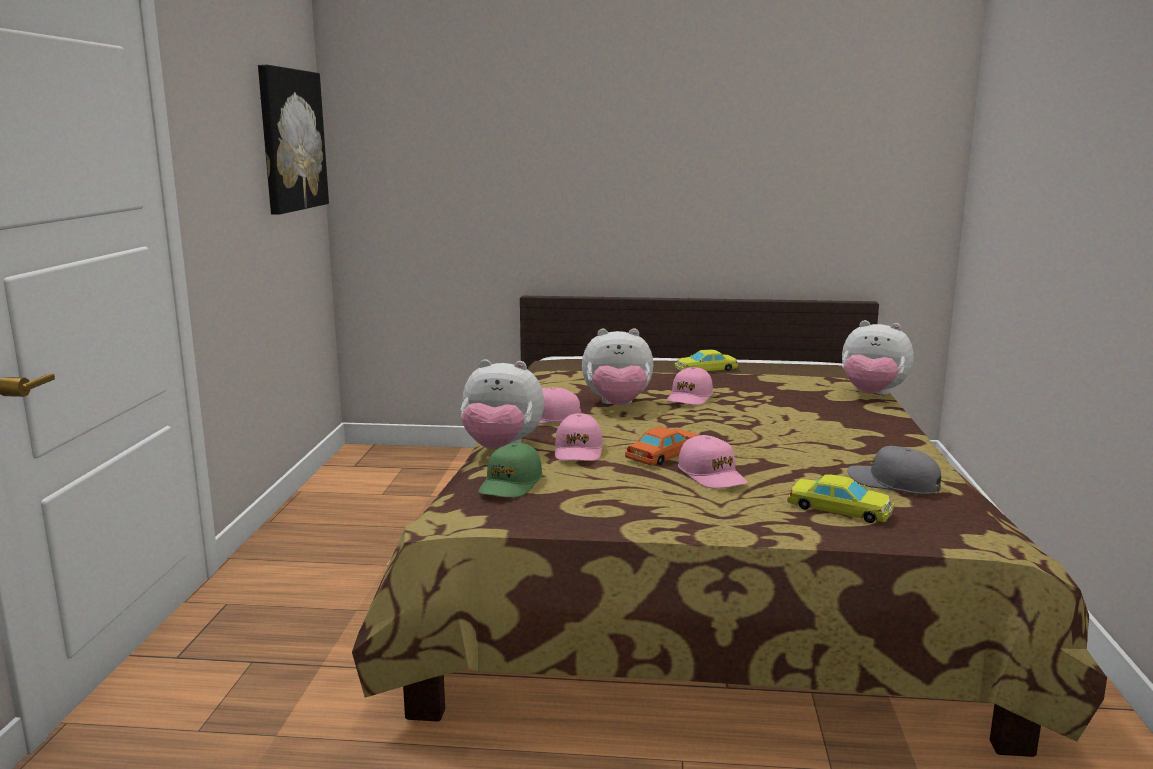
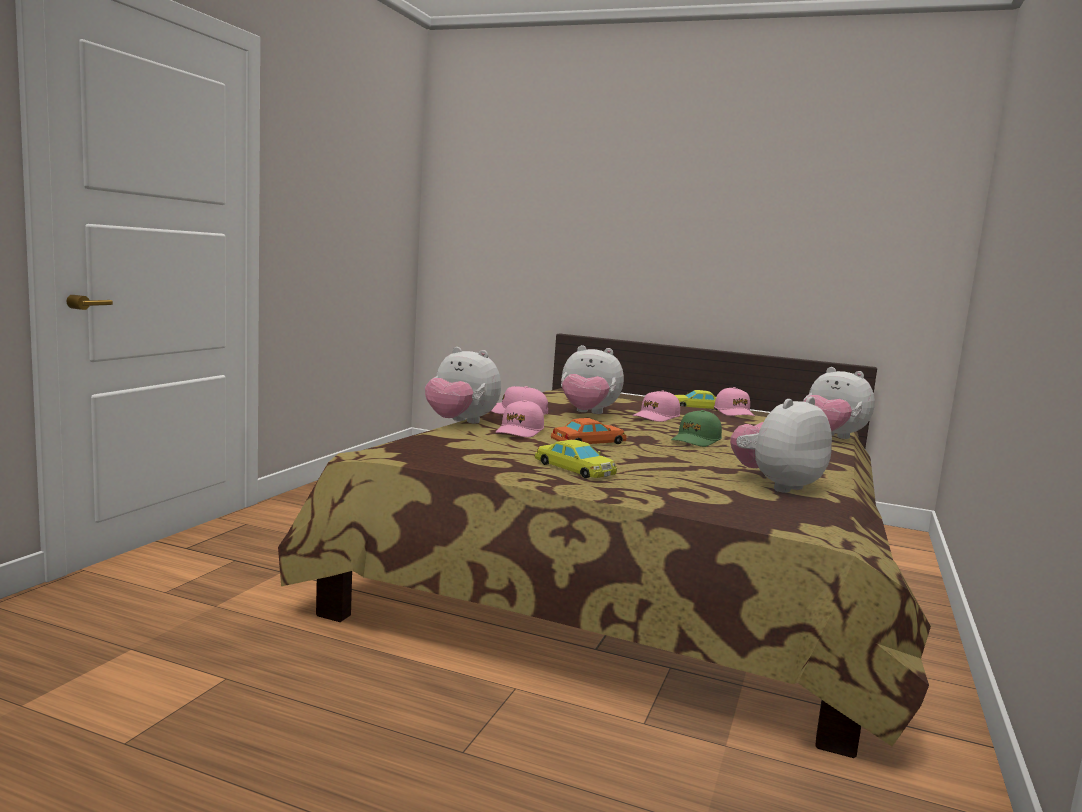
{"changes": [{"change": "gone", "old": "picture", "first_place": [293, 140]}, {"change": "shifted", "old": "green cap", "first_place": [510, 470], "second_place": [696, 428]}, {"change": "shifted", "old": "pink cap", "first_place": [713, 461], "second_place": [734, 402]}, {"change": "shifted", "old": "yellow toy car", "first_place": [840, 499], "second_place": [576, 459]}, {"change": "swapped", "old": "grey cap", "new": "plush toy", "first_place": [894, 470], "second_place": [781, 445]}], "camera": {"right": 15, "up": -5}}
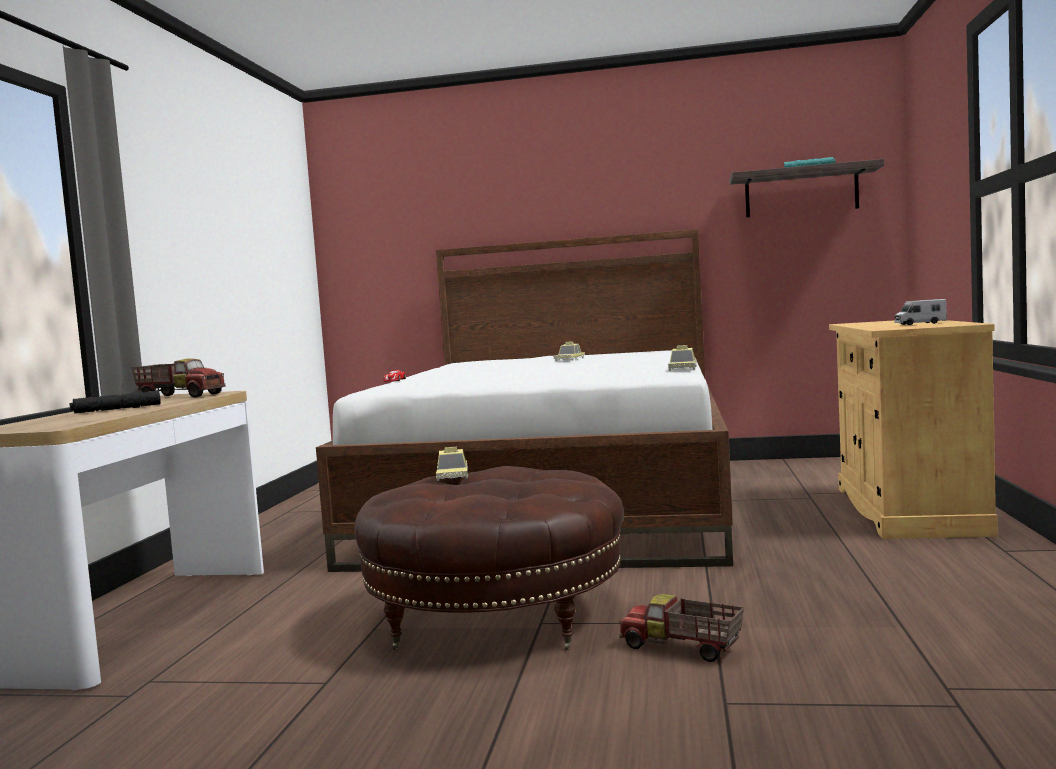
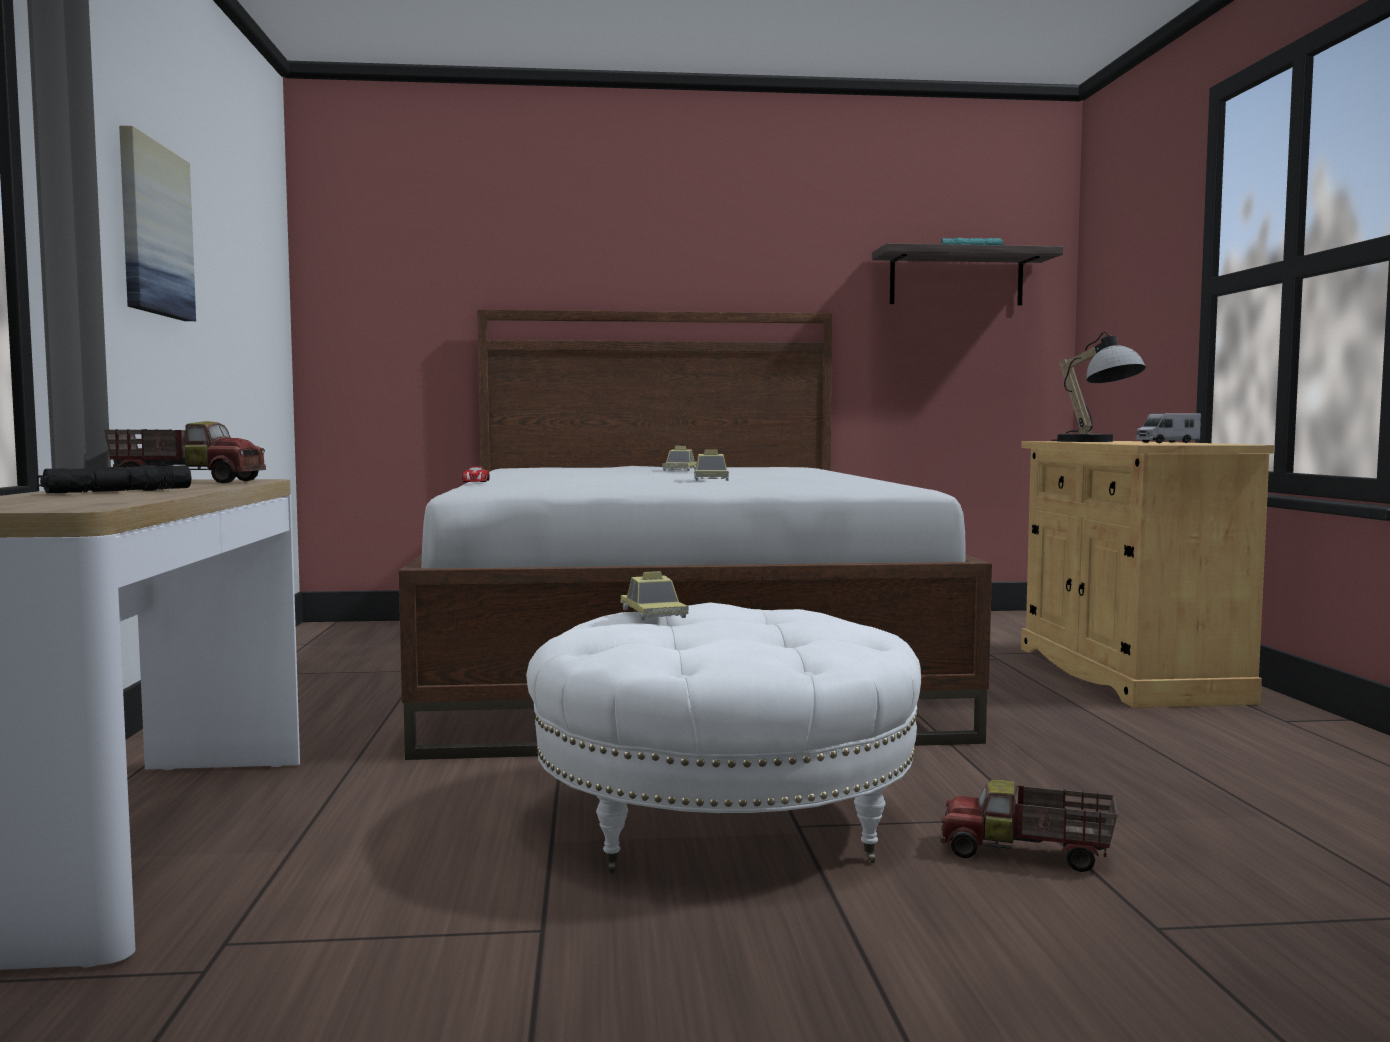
{"changes": [{"change": "repainted", "old": "brown ottoman", "new": "white ottoman", "first_place": [489, 558], "second_place": [723, 737]}, {"change": "shifted", "old": "toy car", "first_place": [682, 358], "second_place": [711, 465]}, {"change": "new", "new": "picture", "second_place": [157, 223]}, {"change": "new", "new": "table lamp", "second_place": [1099, 387]}], "camera": {"right": -15, "up": 0}}
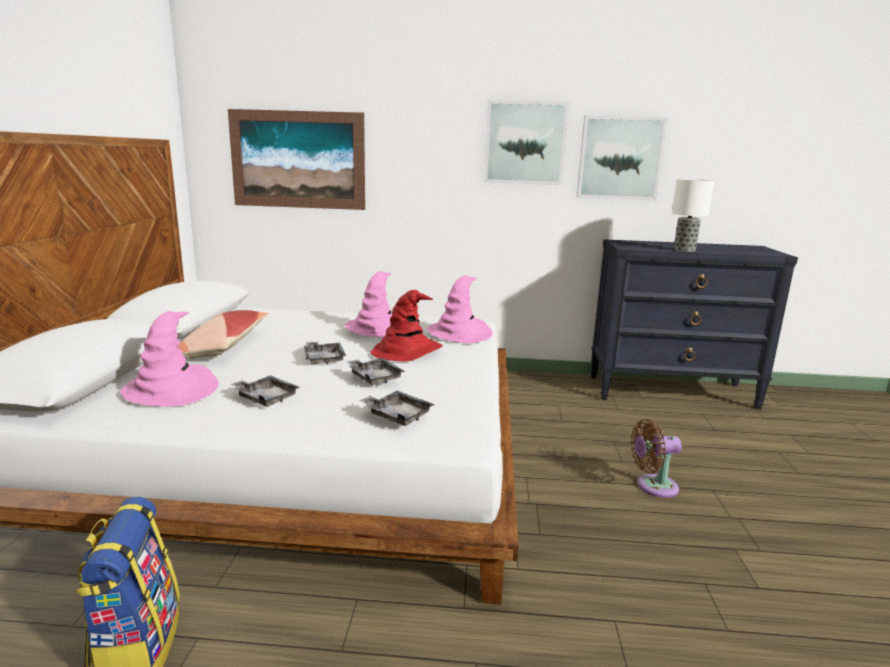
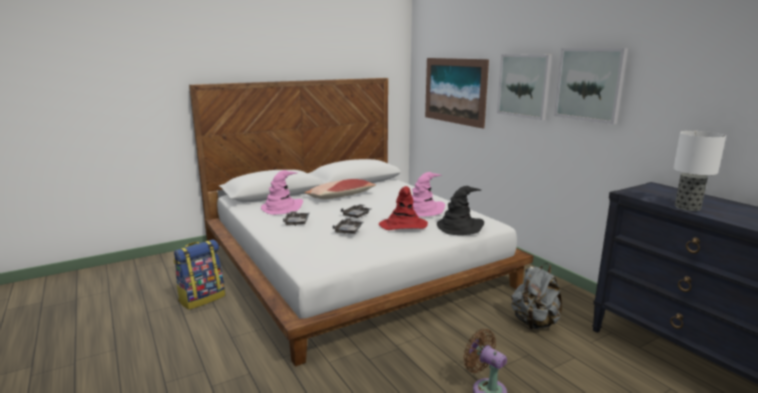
{"changes": [{"change": "gone", "old": "grey tray", "first_place": [397, 408]}, {"change": "repainted", "old": "pink hat", "new": "black hat", "first_place": [460, 309], "second_place": [460, 210]}, {"change": "shifted", "old": "picture", "first_place": [622, 157], "second_place": [524, 87]}, {"change": "new", "new": "grey backpack", "second_place": [536, 296]}], "camera": {"right": 55, "up": 0}}
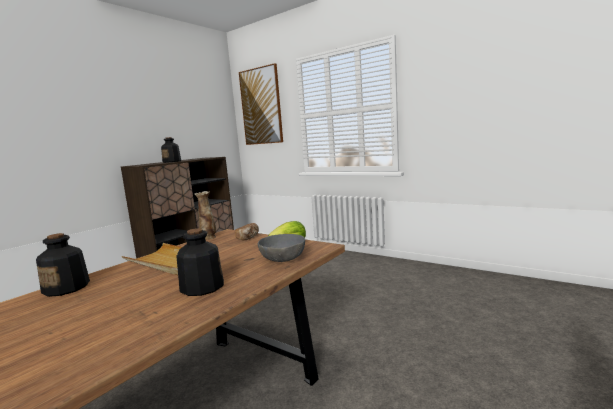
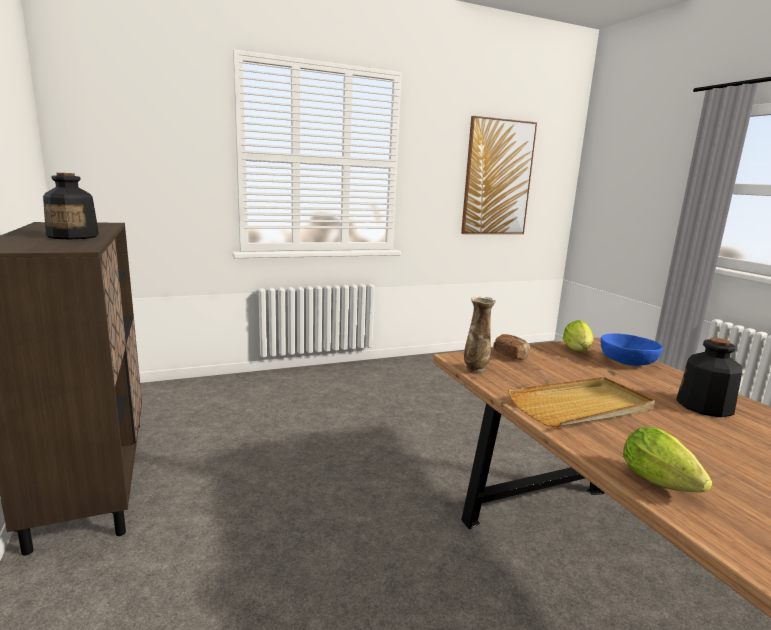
{"changes": [{"change": "swapped", "old": "bottle", "new": "lettuce", "first_place": [63, 265], "second_place": [668, 459]}, {"change": "shifted", "old": "picture", "first_place": [261, 104], "second_place": [499, 175]}, {"change": "repainted", "old": "grey bowl", "new": "blue bowl", "first_place": [281, 248], "second_place": [631, 349]}], "camera": {"right": -60, "up": 5}}
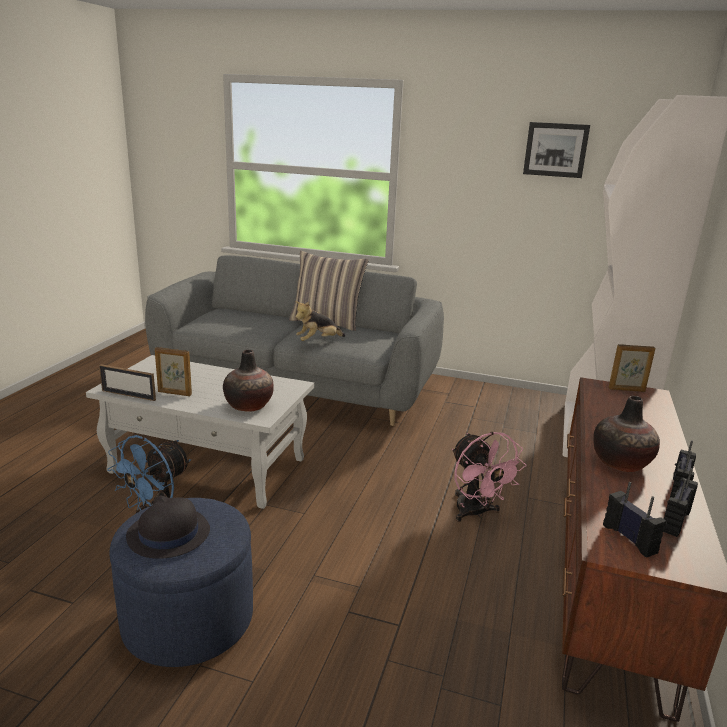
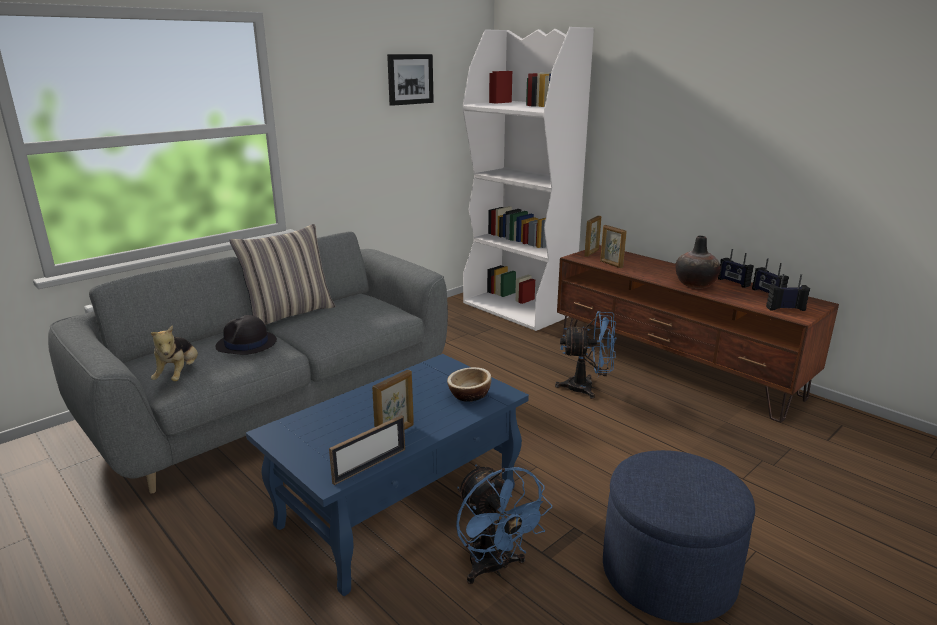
{"changes": [{"change": "repainted", "old": "white coffee table", "new": "blue coffee table", "first_place": [200, 432], "second_place": [387, 475]}, {"change": "shifted", "old": "black hat", "first_place": [168, 527], "second_place": [246, 335]}, {"change": "swapped", "old": "vase", "new": "bowl", "first_place": [248, 381], "second_place": [469, 384]}, {"change": "shifted", "old": "plush toy", "first_place": [320, 321], "second_place": [174, 353]}, {"change": "repainted", "old": "pink fan", "new": "blue fan", "first_place": [489, 477], "second_place": [586, 355]}, {"change": "new", "new": "picture frame", "second_place": [613, 246]}], "camera": {"right": -60, "up": 0}}
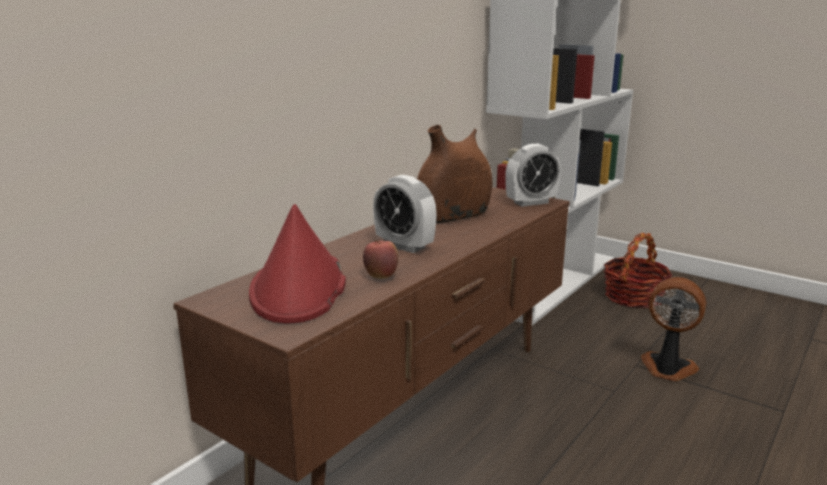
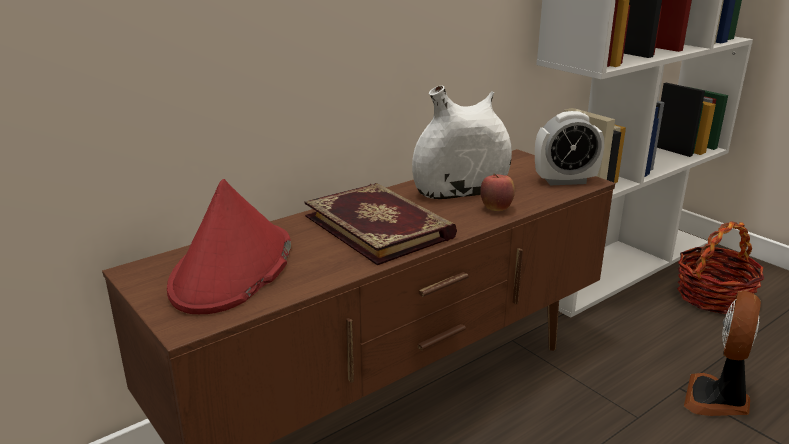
{"changes": [{"change": "shifted", "old": "apple", "first_place": [380, 259], "second_place": [497, 192]}, {"change": "swapped", "old": "alarm clock", "new": "book", "first_place": [405, 214], "second_place": [380, 224]}, {"change": "repainted", "old": "brown vase", "new": "white vase", "first_place": [454, 174], "second_place": [462, 142]}, {"change": "rotated", "old": "fan", "first_place": [673, 329], "second_place": [722, 353], "degrees": -105}], "camera": {"right": 15, "up": 5}}
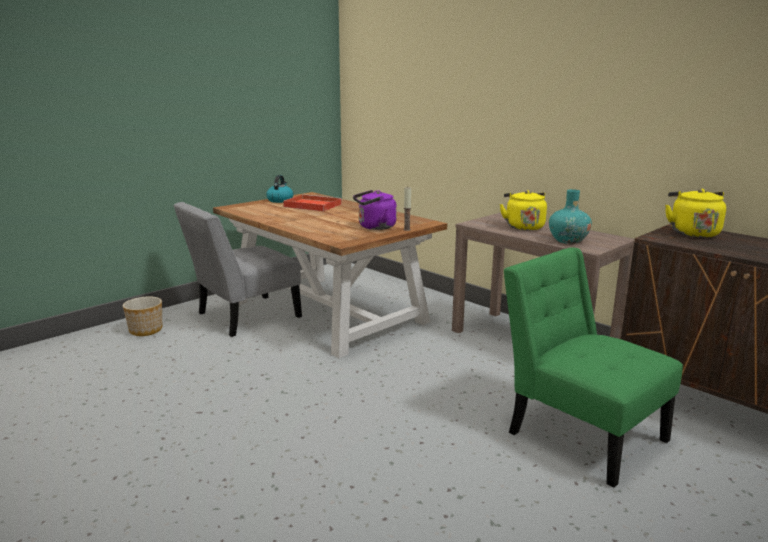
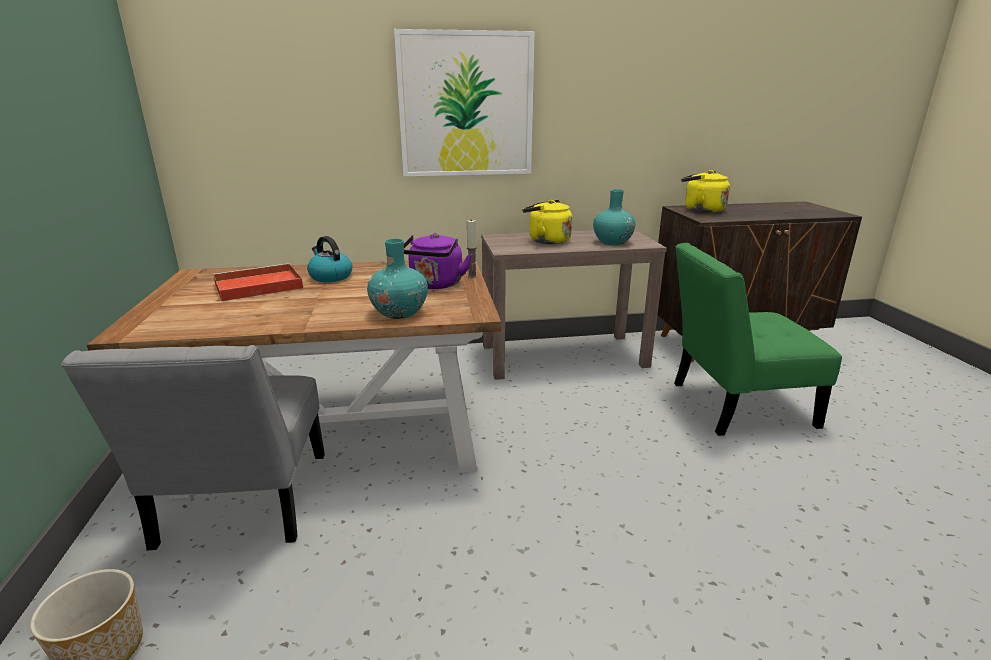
{"changes": [{"change": "shifted", "old": "kettle", "first_place": [279, 189], "second_place": [329, 259]}, {"change": "new", "new": "turquoise vase", "second_place": [397, 279]}, {"change": "new", "new": "picture", "second_place": [464, 102]}], "camera": {"right": -55, "up": 5}}
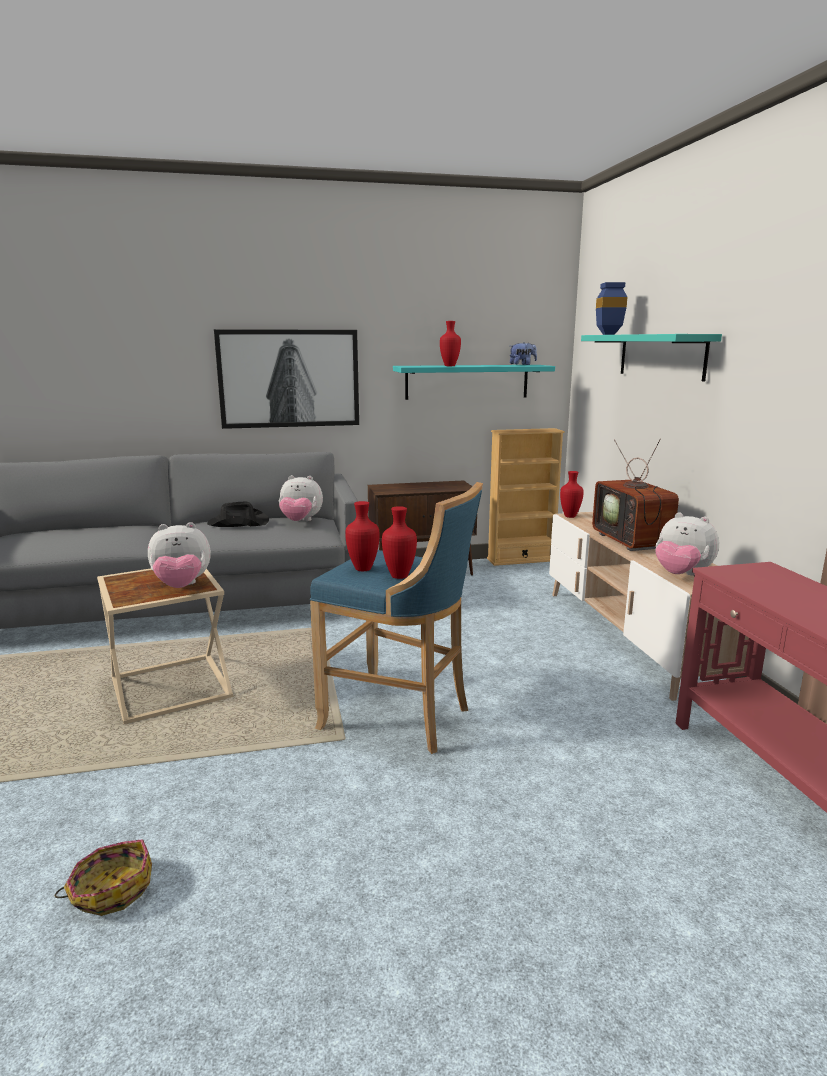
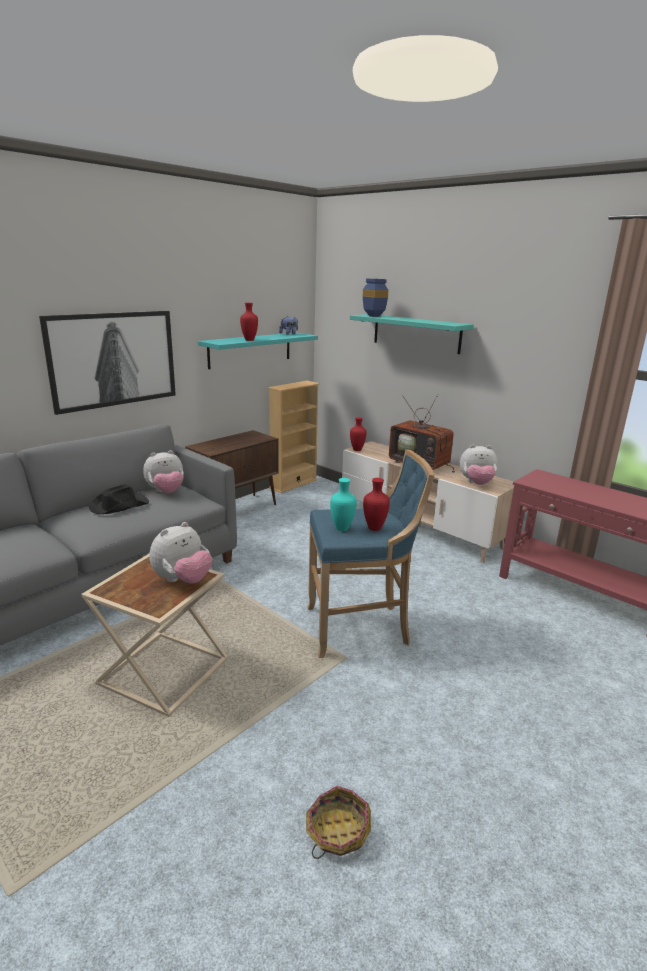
{"changes": [{"change": "repainted", "old": "red vase", "new": "turquoise vase", "first_place": [362, 536], "second_place": [343, 504]}], "camera": {"right": -35, "up": 5}}
